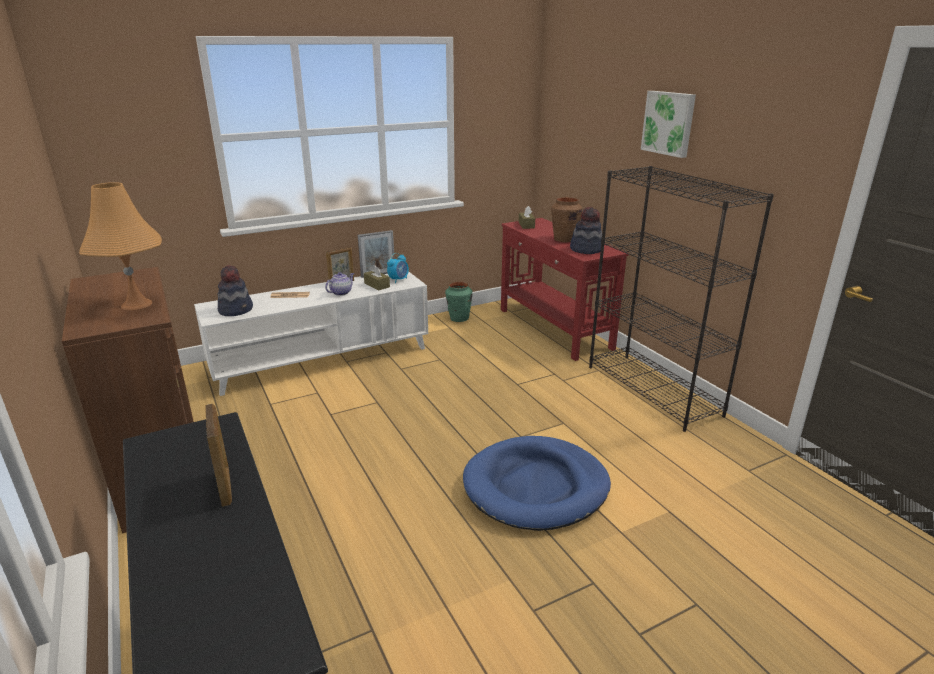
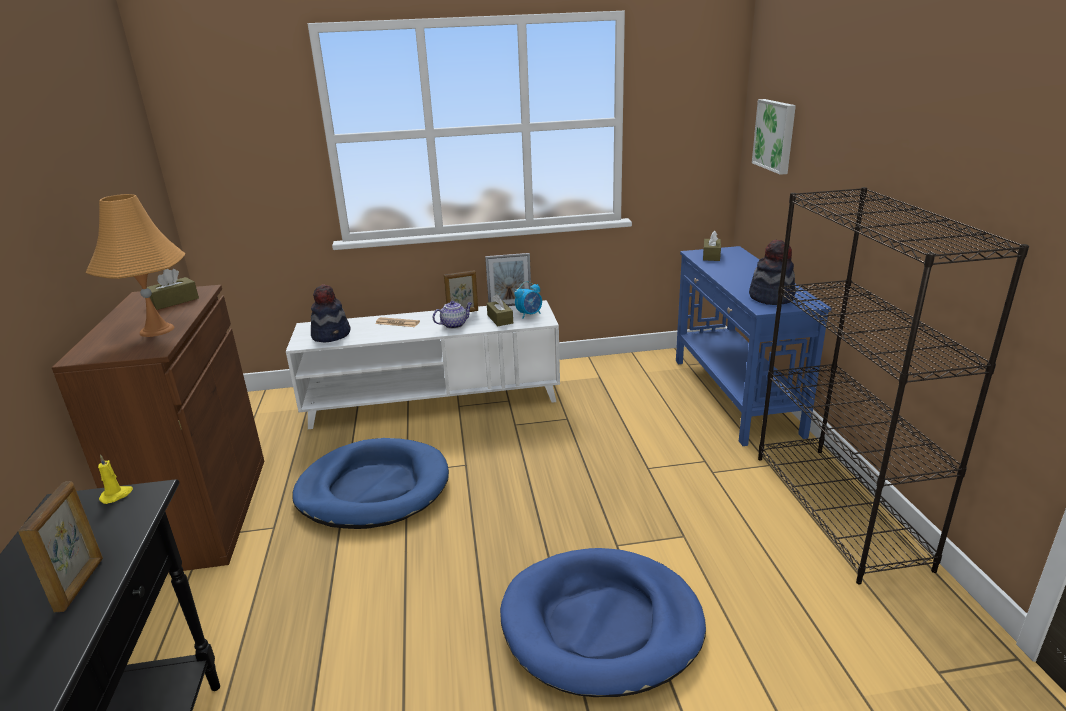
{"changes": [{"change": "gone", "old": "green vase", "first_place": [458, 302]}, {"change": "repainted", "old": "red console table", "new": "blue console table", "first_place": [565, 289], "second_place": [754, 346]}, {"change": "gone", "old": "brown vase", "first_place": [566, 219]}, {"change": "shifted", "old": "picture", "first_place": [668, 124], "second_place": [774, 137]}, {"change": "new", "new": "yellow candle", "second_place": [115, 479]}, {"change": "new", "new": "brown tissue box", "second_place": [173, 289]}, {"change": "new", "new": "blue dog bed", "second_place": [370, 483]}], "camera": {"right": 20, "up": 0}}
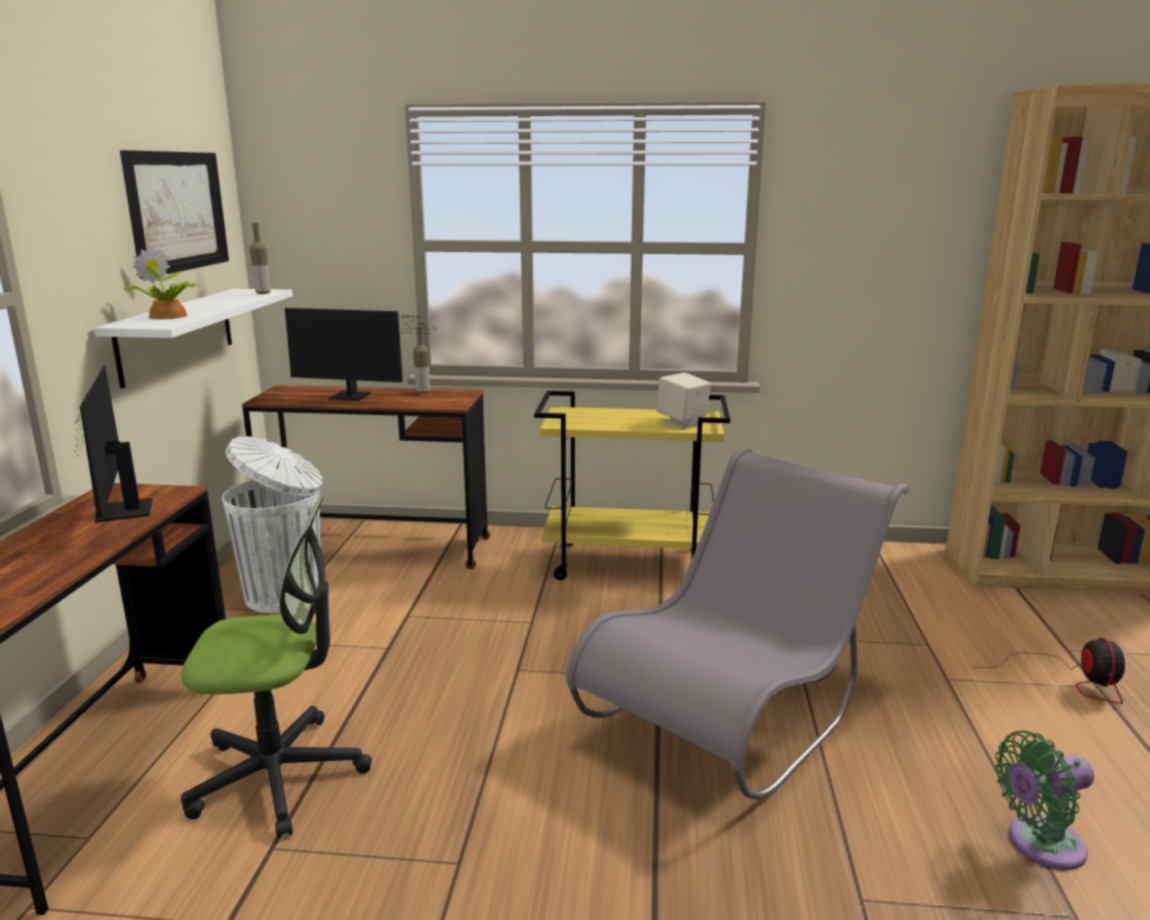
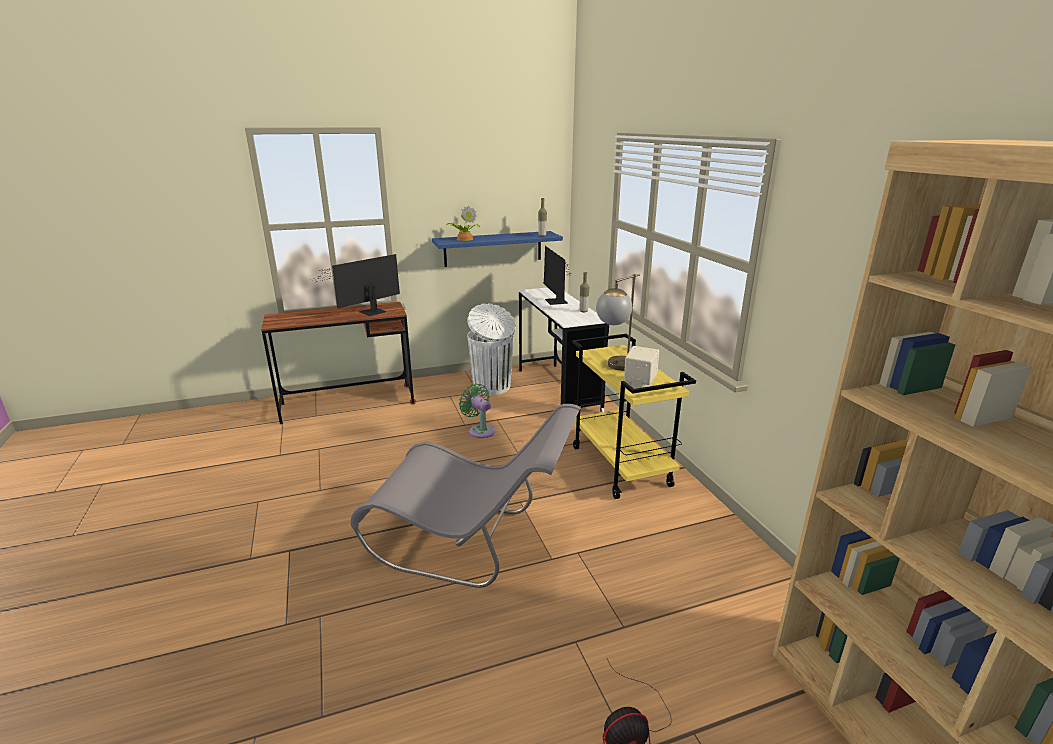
{"changes": [{"change": "repainted", "old": "white shelf", "new": "blue shelf", "first_place": [193, 339], "second_place": [497, 249]}, {"change": "gone", "old": "picture", "first_place": [174, 214]}, {"change": "gone", "old": "office chair", "first_place": [276, 667]}, {"change": "repainted", "old": "brown desk", "new": "white desk", "first_place": [366, 477], "second_place": [564, 350]}, {"change": "shifted", "old": "green fan", "first_place": [1044, 800], "second_place": [477, 411]}, {"change": "new", "new": "table lamp", "second_place": [618, 322]}], "camera": {"right": 65, "up": 5}}
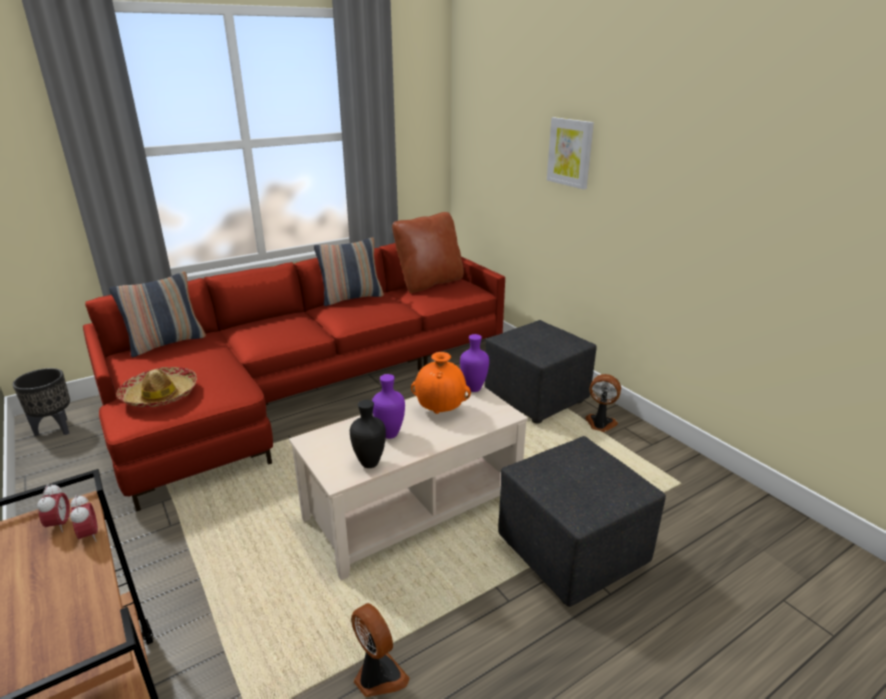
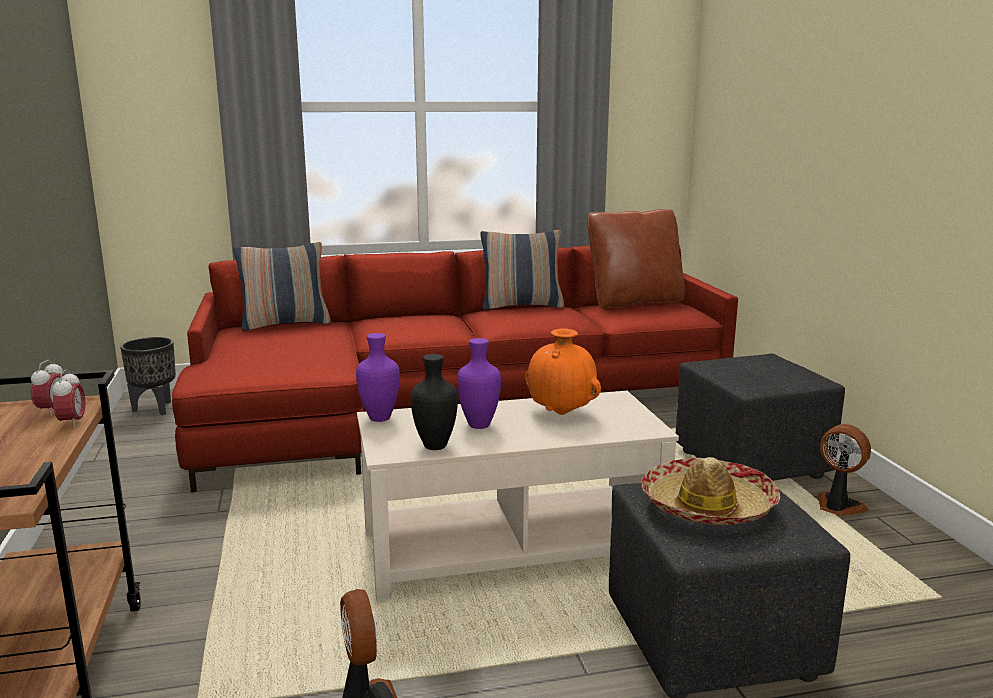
{"changes": [{"change": "shifted", "old": "hat", "first_place": [156, 387], "second_place": [710, 491]}, {"change": "shifted", "old": "purple vase", "first_place": [474, 363], "second_place": [378, 377]}, {"change": "gone", "old": "picture", "first_place": [570, 153]}], "camera": {"right": 20, "up": -10}}
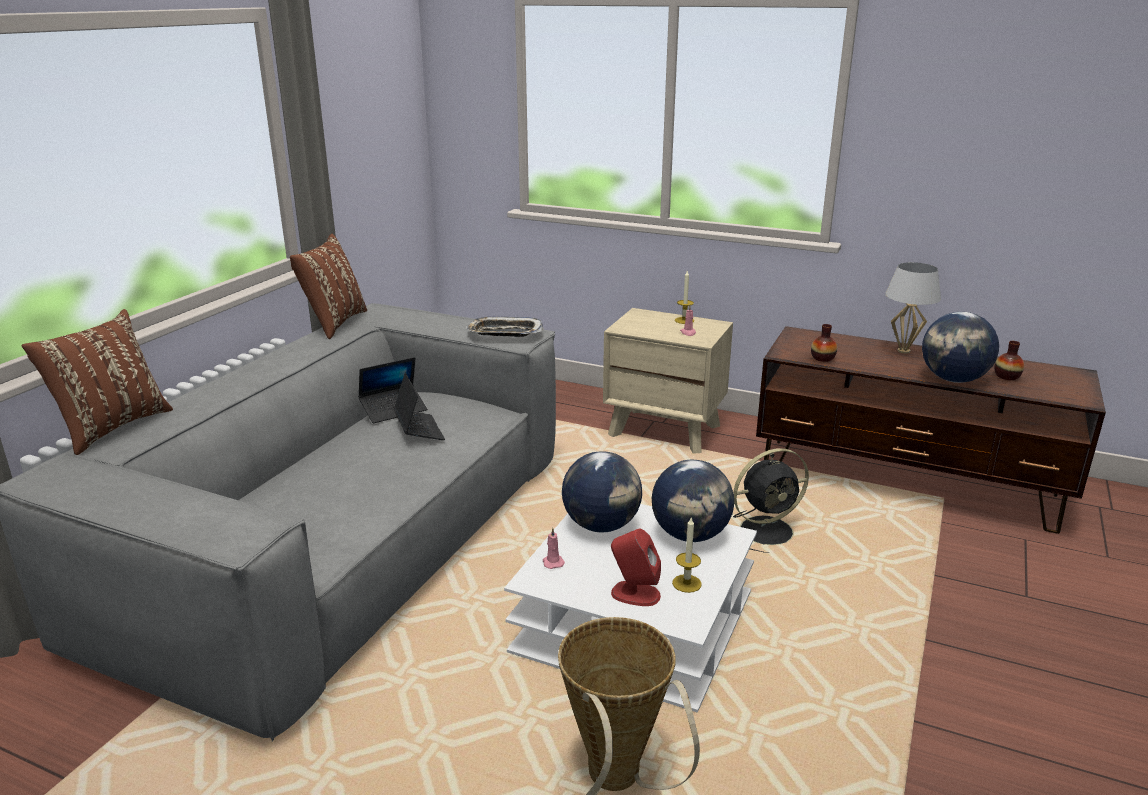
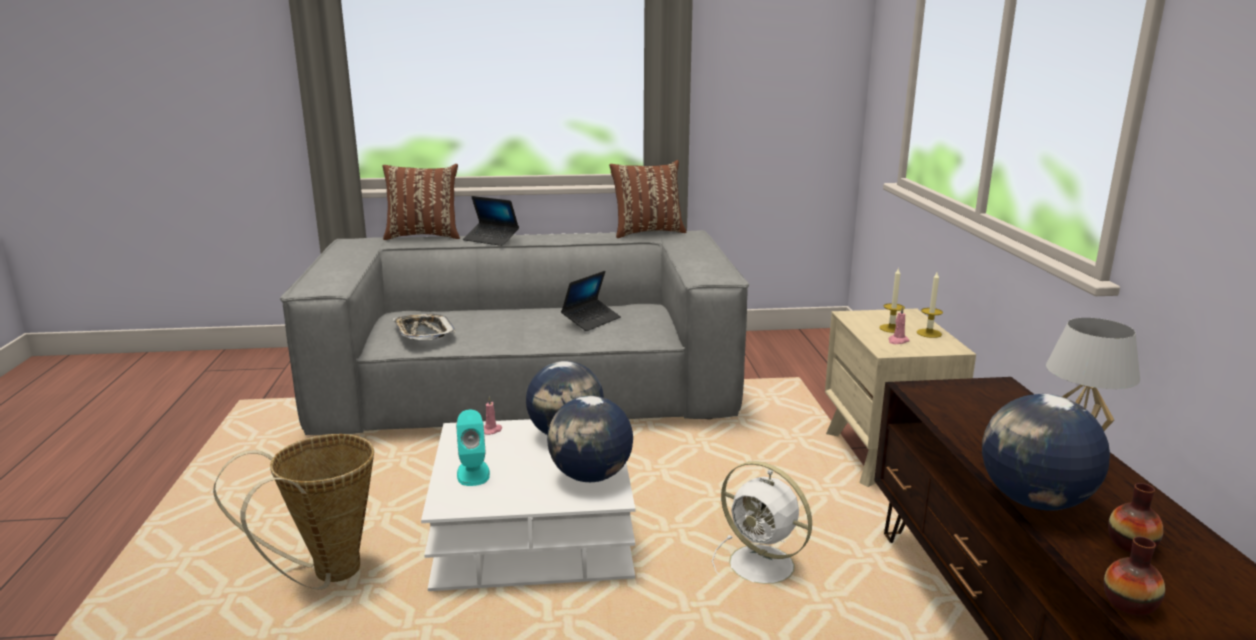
{"changes": [{"change": "shifted", "old": "laptop", "first_place": [392, 390], "second_place": [491, 221]}, {"change": "shifted", "old": "tray", "first_place": [505, 327], "second_place": [424, 327]}, {"change": "repainted", "old": "red speaker", "new": "turquoise speaker", "first_place": [636, 567], "second_place": [473, 448]}, {"change": "shifted", "old": "candle", "first_place": [687, 555], "second_place": [892, 300]}, {"change": "repainted", "old": "black fan", "new": "white fan", "first_place": [771, 500], "second_place": [762, 522]}, {"change": "shifted", "old": "vase", "first_place": [824, 343], "second_place": [1134, 576]}], "camera": {"right": 60, "up": -5}}
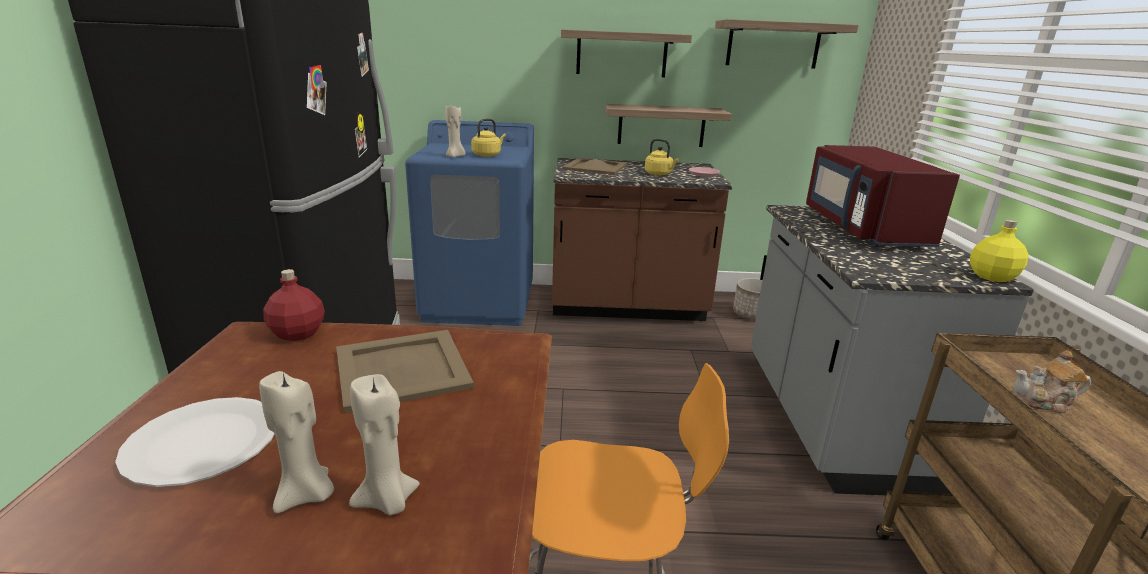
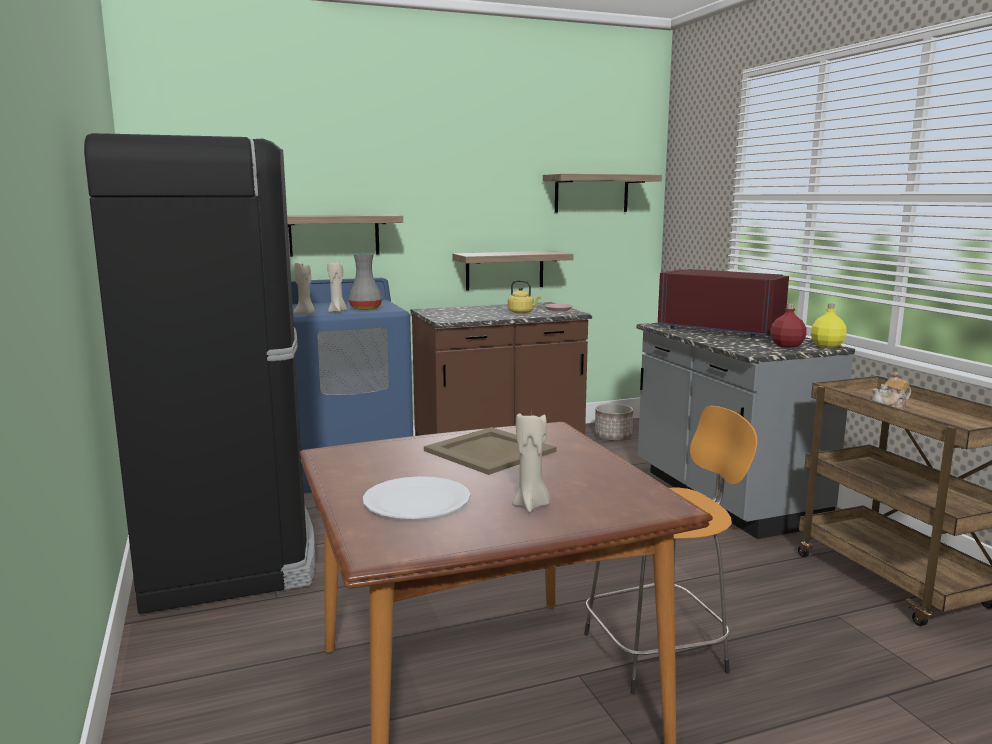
{"changes": [{"change": "shifted", "old": "red bottle", "first_place": [294, 305], "second_place": [788, 326]}, {"change": "shifted", "old": "beige candle", "first_place": [384, 444], "second_place": [304, 287]}, {"change": "swapped", "old": "yellow kettle", "new": "grey vase", "first_place": [488, 138], "second_place": [365, 281]}, {"change": "shifted", "old": "shelf", "first_place": [626, 53], "second_place": [345, 235]}, {"change": "gone", "old": "beige tray", "first_place": [594, 166]}, {"change": "rotated", "old": "red microwave", "first_place": [883, 196], "second_place": [723, 303], "degrees": 150}], "camera": {"right": -20, "up": -10}}
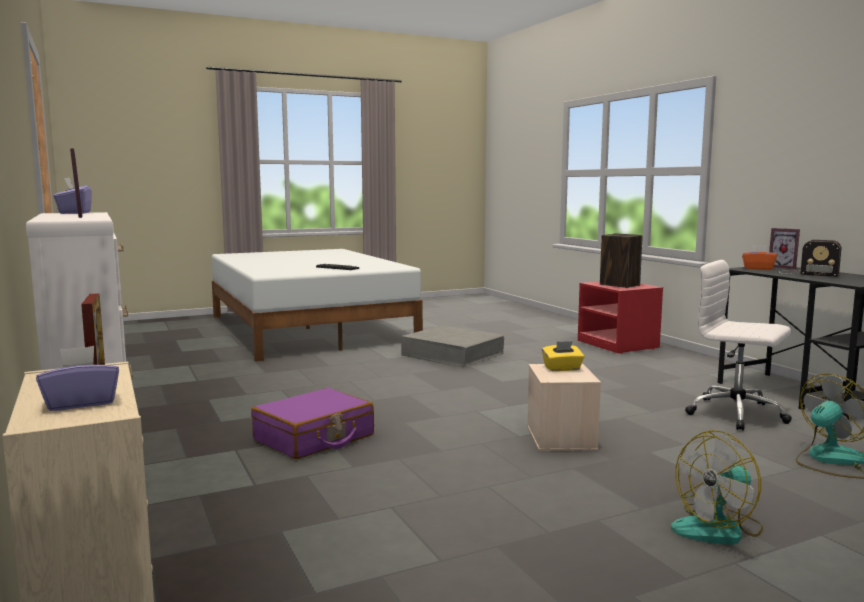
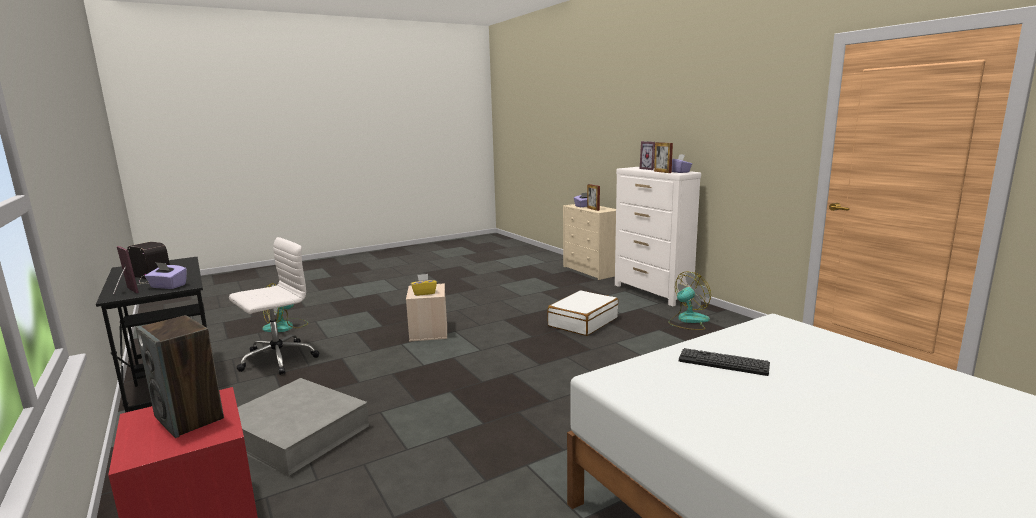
{"changes": [{"change": "repainted", "old": "purple suitcase", "new": "white suitcase", "first_place": [312, 423], "second_place": [582, 313]}, {"change": "shifted", "old": "grey storage box", "first_place": [452, 346], "second_place": [303, 427]}, {"change": "shifted", "old": "fan", "first_place": [717, 487], "second_place": [689, 300]}, {"change": "rotated", "old": "white office chair", "first_place": [738, 345], "second_place": [274, 306], "degrees": -75}, {"change": "repainted", "old": "orange tissue box", "new": "purple tissue box", "first_place": [759, 257], "second_place": [166, 275]}, {"change": "new", "new": "picture frame", "second_place": [663, 157]}], "camera": {"right": 175, "up": 5}}
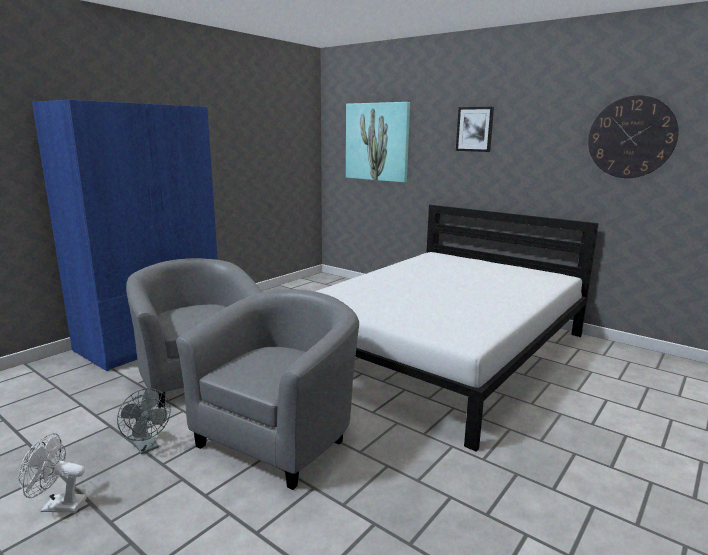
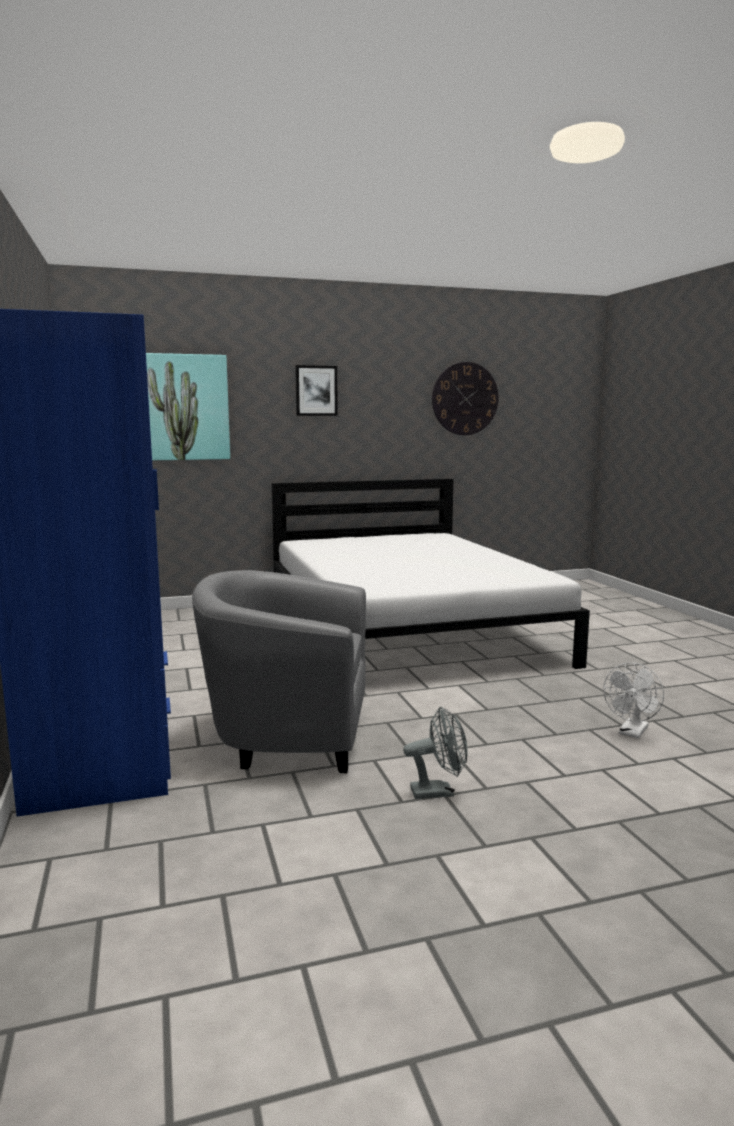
{"changes": [{"change": "shifted", "old": "white fan", "first_place": [53, 473], "second_place": [633, 700]}, {"change": "gone", "old": "grey armchair", "first_place": [267, 389]}], "camera": {"right": -55, "up": -5}}
